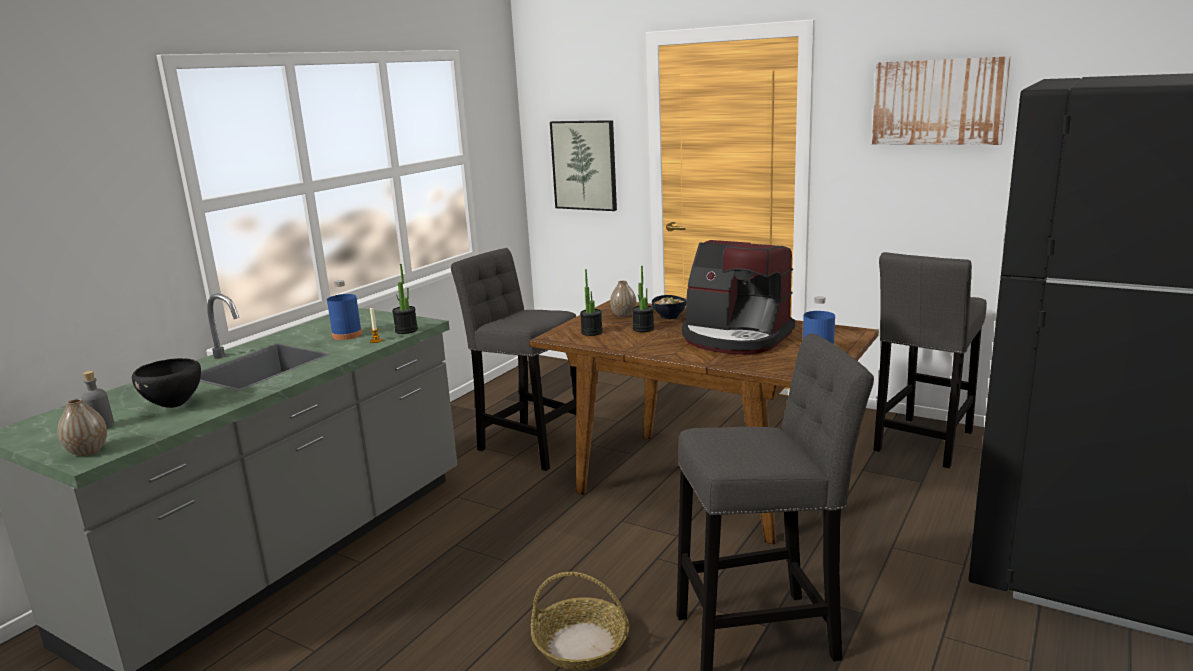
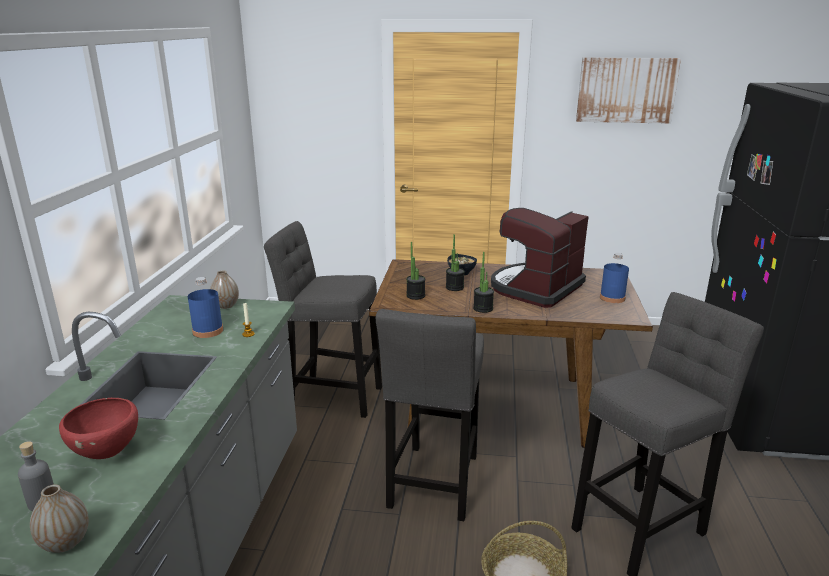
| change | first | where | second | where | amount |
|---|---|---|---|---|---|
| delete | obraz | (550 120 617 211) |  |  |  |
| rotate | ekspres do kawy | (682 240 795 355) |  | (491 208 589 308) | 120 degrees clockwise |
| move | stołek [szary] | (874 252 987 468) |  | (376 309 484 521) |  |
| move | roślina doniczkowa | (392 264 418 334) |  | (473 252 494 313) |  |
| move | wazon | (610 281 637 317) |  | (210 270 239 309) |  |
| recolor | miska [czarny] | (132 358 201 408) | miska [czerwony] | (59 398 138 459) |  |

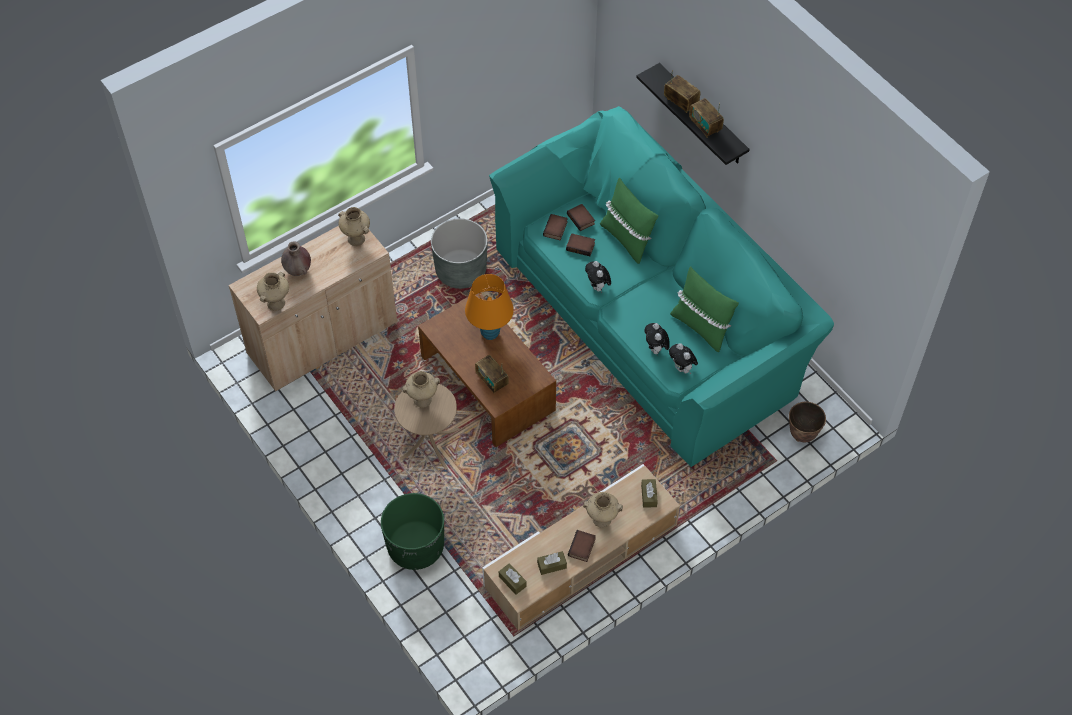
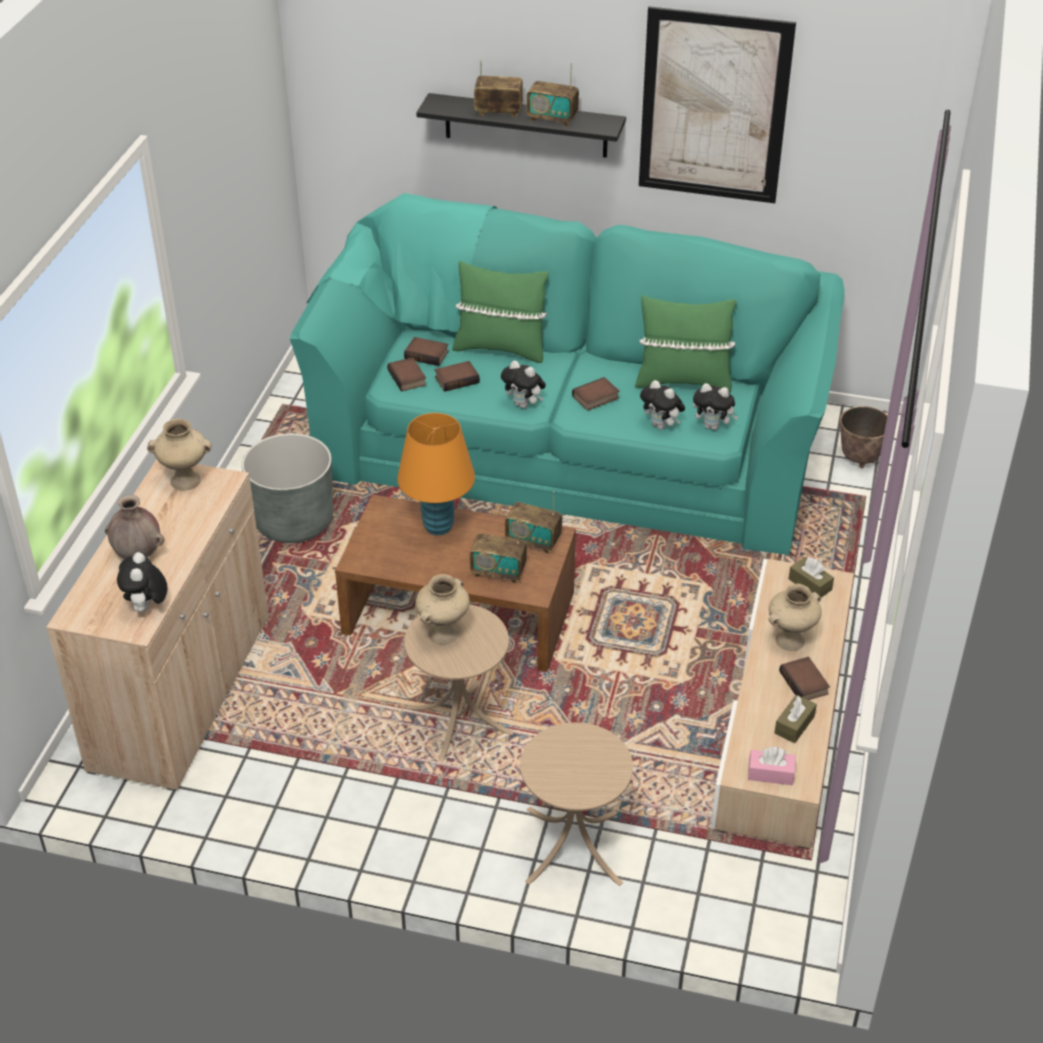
| change | first | where | second | where | amount |
|---|---|---|---|---|---|
| replace | wazon [beżowy] | (257 272 289 311) | pluszak | (117 552 167 614) |  |
| replace | donica [zielony] | (381 493 444 570) | stolik [beżowy] | (520 722 633 886) |  |
| recolor | pudełko chusteczek [brązowy] | (499 563 527 595) | pudełko chusteczek [różowy] | (748 747 796 785) |  |
| insert |  |  | obraz | (639 6 796 203) |  |
| insert |  |  | książka | (572 377 619 411) |  |
| insert |  |  | radio | (505 491 562 554) |  |

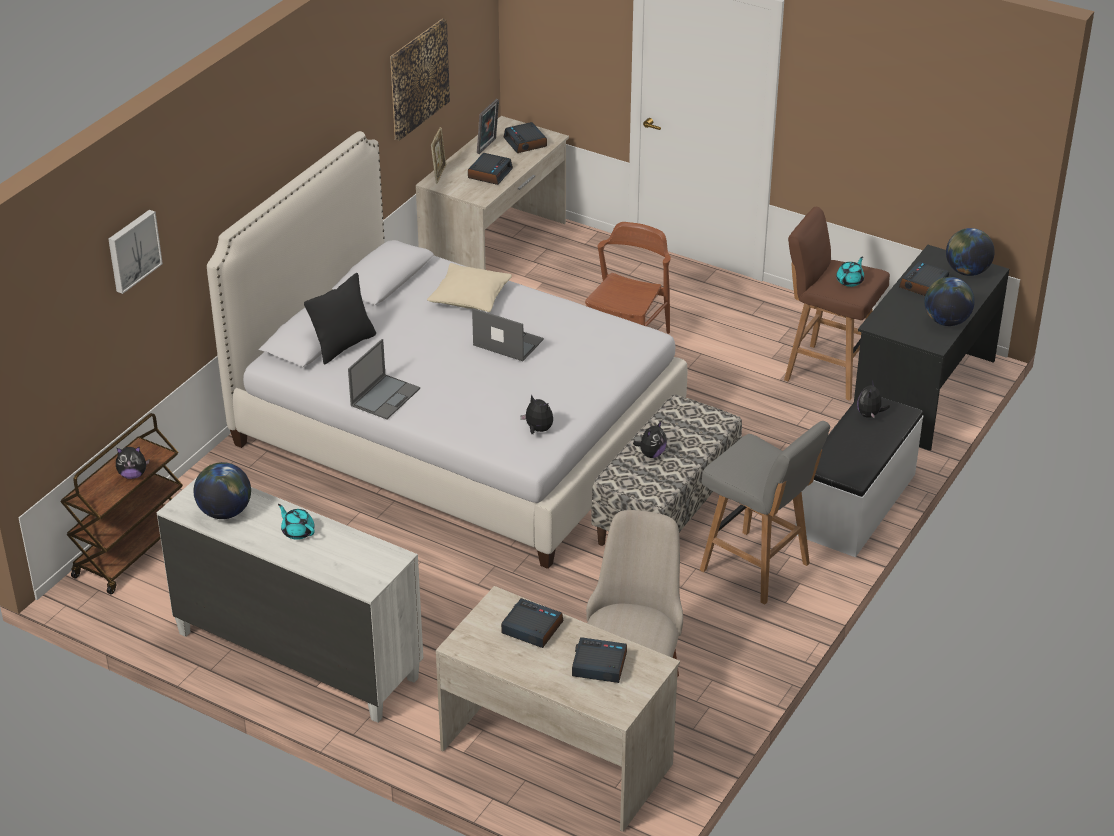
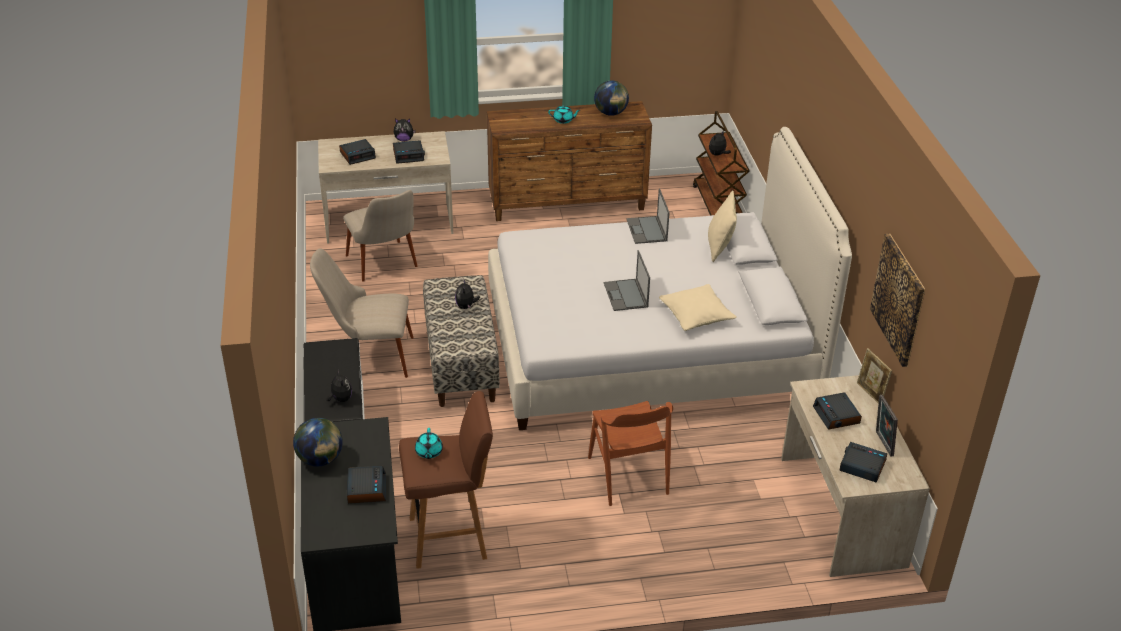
| change | first | where | second | where | amount |
|---|---|---|---|---|---|
| delete | obraz | (108 210 163 294) |  |  |  |
| delete | globus | (946 228 995 276) |  |  |  |
| recolor | poduszka [czarny] | (304 273 376 364) | poduszka [beżowy] | (708 190 737 262) |  |
| rotate | laptop | (472 308 544 361) |  | (604 250 650 311) | 90 degrees clockwise |
| move | pluszak | (520 394 553 434) |  | (394 119 416 142) |  |
| replace | stołek [szary] | (700 421 830 605) | krzesło [beżowy] | (310 248 414 378) |  |
| recolor | komoda [biały] | (157 479 423 723) | komoda [brązowy] | (487 101 652 221) |  |

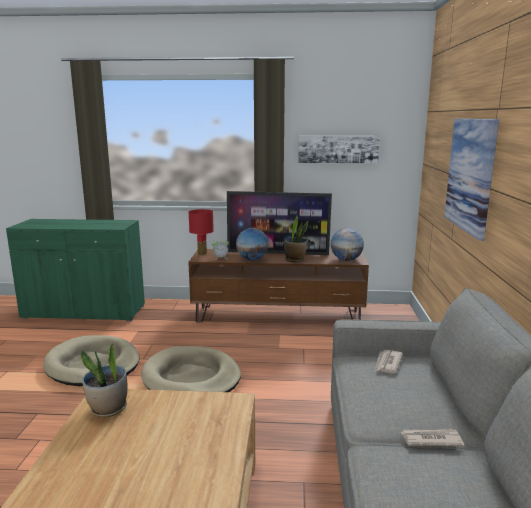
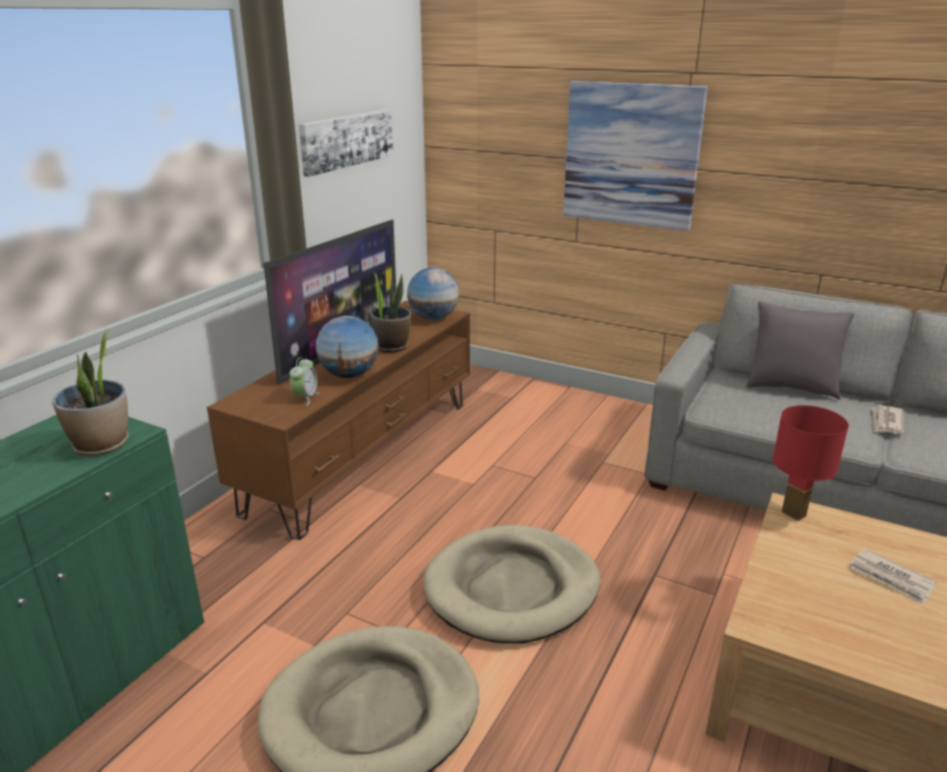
| change | first | where | second | where | amount |
|---|---|---|---|---|---|
| move | lampa stołowa [czerwony] | (189 209 214 256) |  | (773 405 849 521) |  |
| move | roślina doniczkowa | (81 343 128 417) |  | (52 329 129 456) |  |
| move | gazeta | (375 350 403 373) |  | (850 549 936 605) |  |
| insert |  |  | poduszka [szary] | (746 301 855 400) |  |

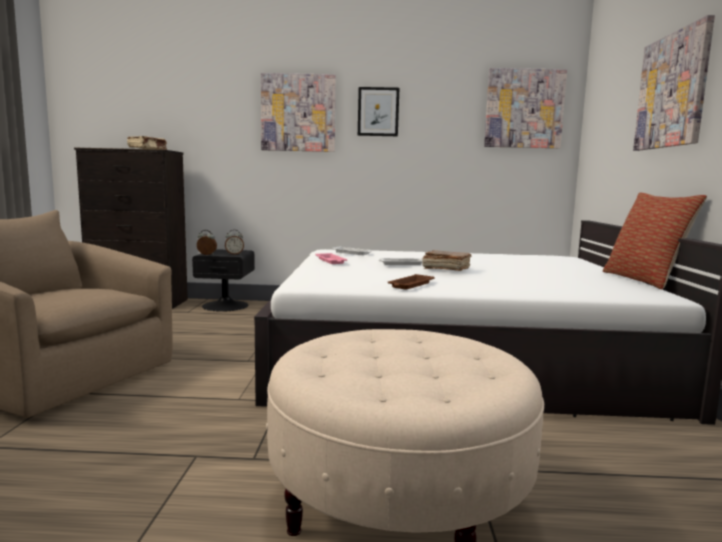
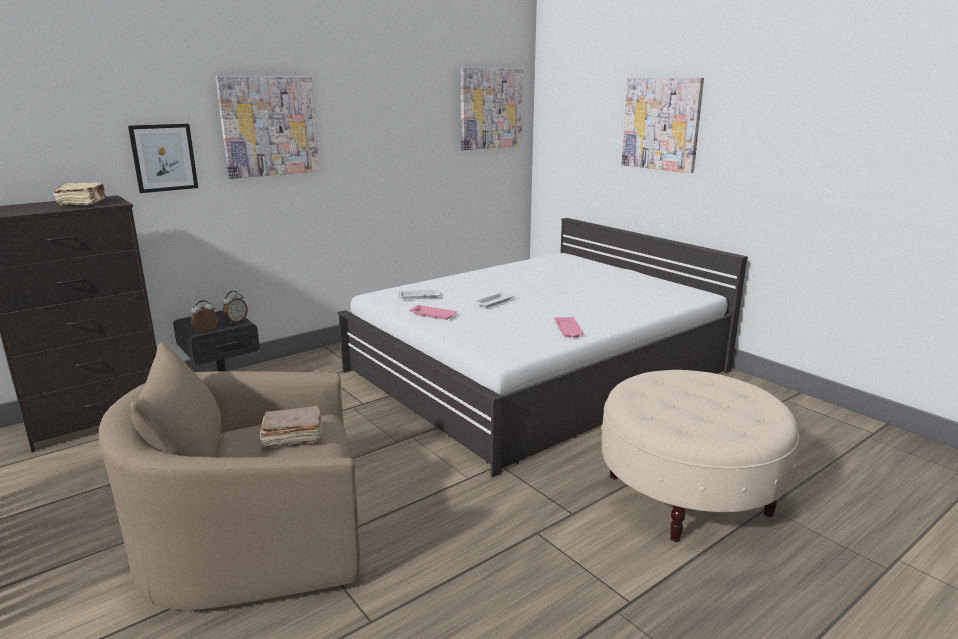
| change | first | where | second | where | amount |
|---|---|---|---|---|---|
| move | obraz | (358 87 399 136) |  | (128 124 198 193) |  |
| delete | poduszka | (603 192 707 290) |  |  |  |
| move | książka [brązowy] | (422 250 471 271) |  | (260 406 322 449) |  |
| recolor | taca [brązowy] | (388 274 434 290) | taca [różowy] | (554 317 583 337) |  |

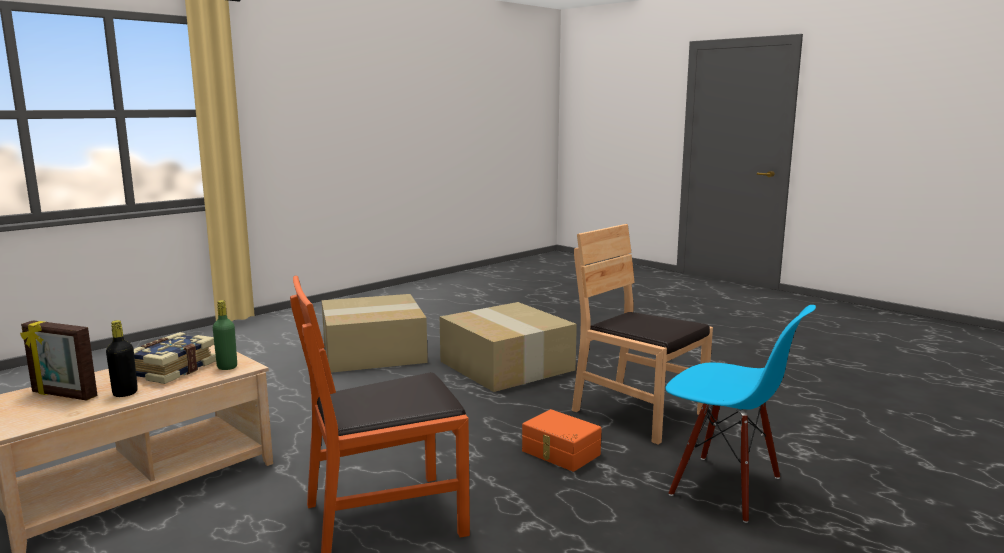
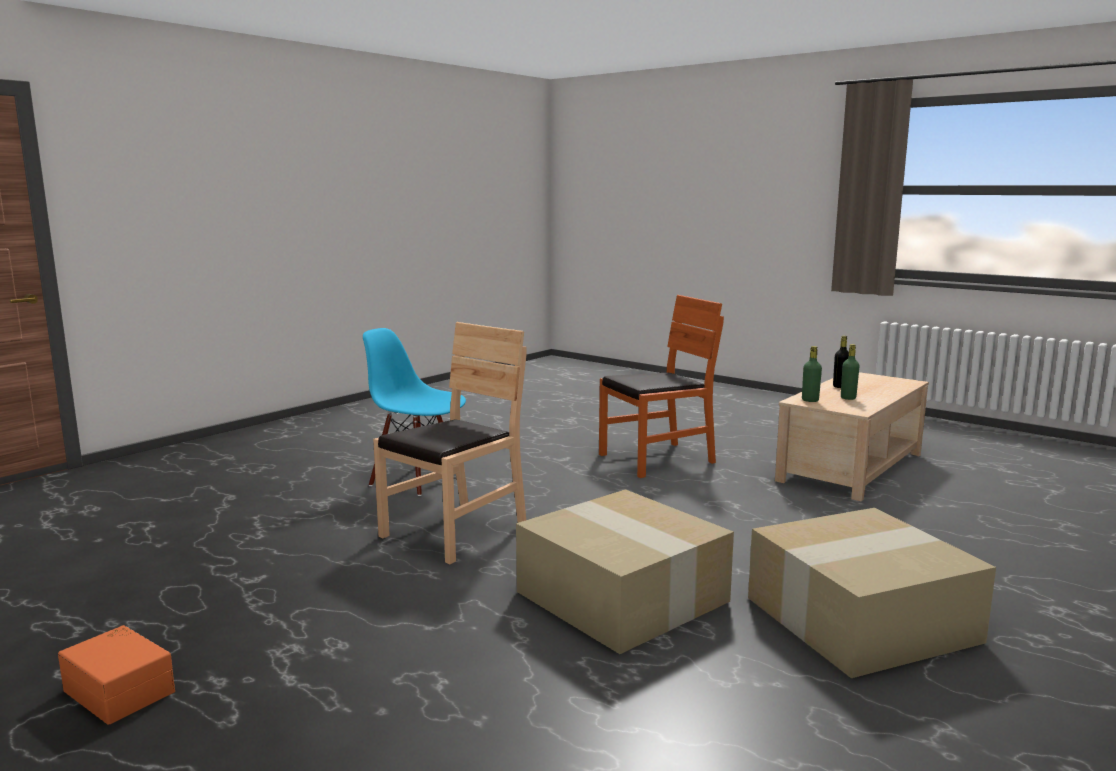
| change | first | where | second | where | amount |
|---|---|---|---|---|---|
| rotate | krzesło [brązowy] | (572 224 713 445) |  | (373 322 527 564) | 90 degrees counterclockwise |
| delete | ramka na zdjęcie | (20 320 98 401) |  |  |  |
| replace | książka | (134 332 216 384) | butelka [zielony] | (841 344 859 400) |  |
| move | pojemnik do przechowywania [pomarańczowy] | (522 409 602 472) |  | (58 625 175 725) |  |

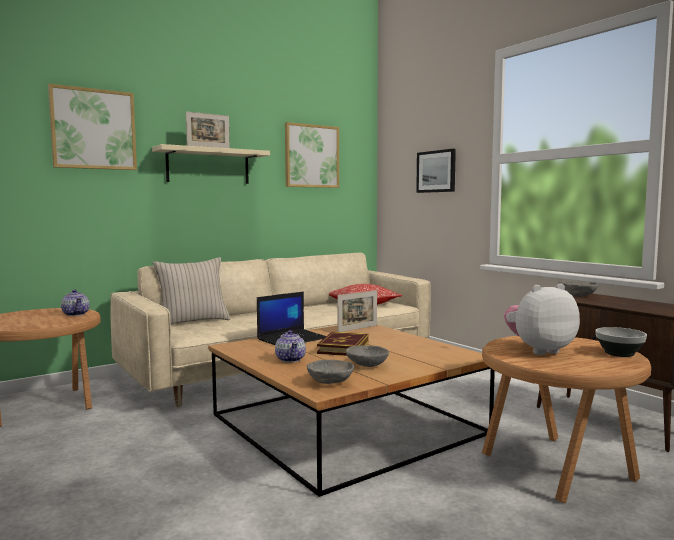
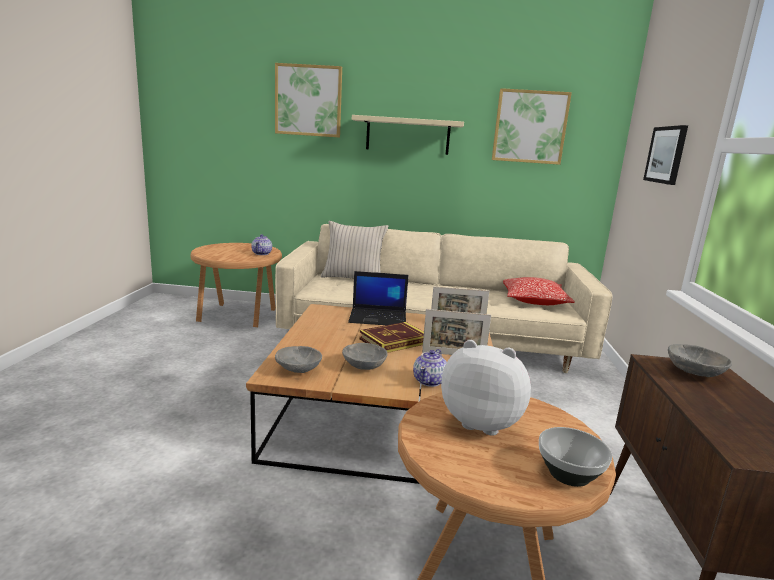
| change | first | where | second | where | amount |
|---|---|---|---|---|---|
| move | ramka na zdjęcie | (186 112 230 148) |  | (422 309 491 355) |  |
| move | imbryk | (275 330 306 362) |  | (413 349 447 387) |  |

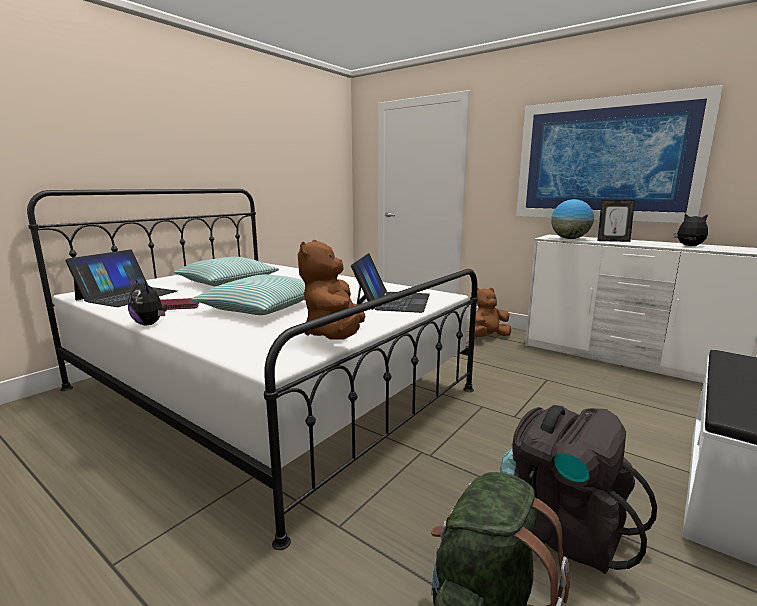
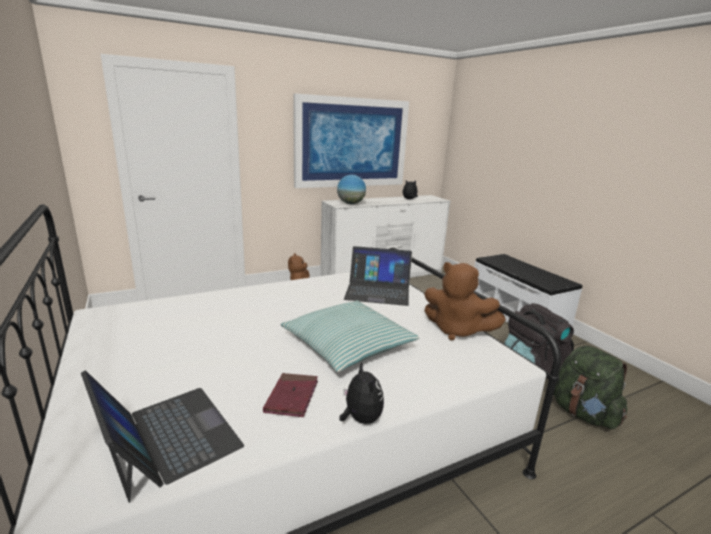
| change | first | where | second | where | amount |
|---|---|---|---|---|---|
| delete | ramka na zdjęcie | (598 200 635 242) |  |  |  |
| rotate | laptop | (351 253 430 313) |  | (344 246 412 306) | 150 degrees clockwise |
| delete | poduszka | (174 257 279 286) |  |  |  |
| rotate | pluszak | (128 279 167 325) |  | (339 363 384 424) | 90 degrees counterclockwise |

